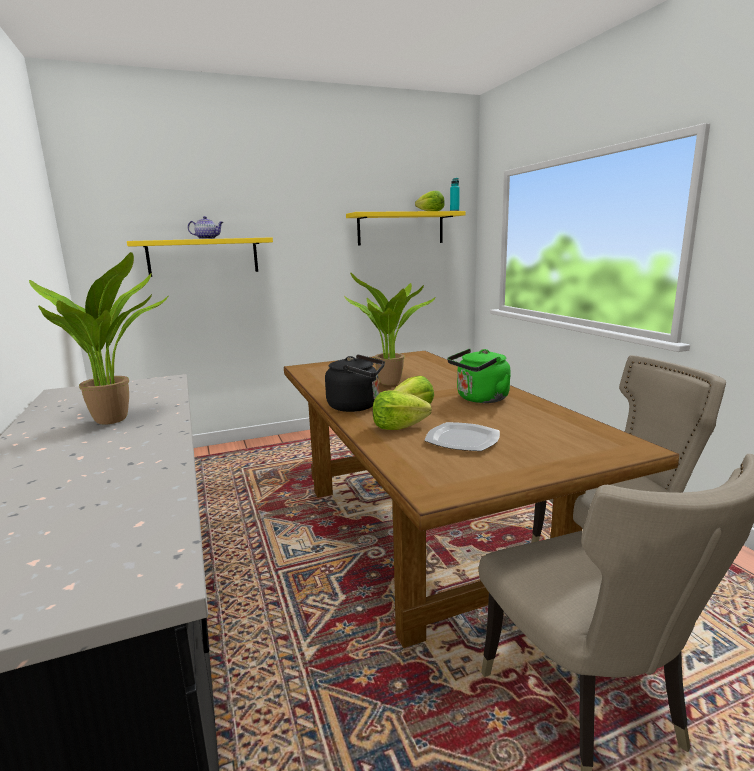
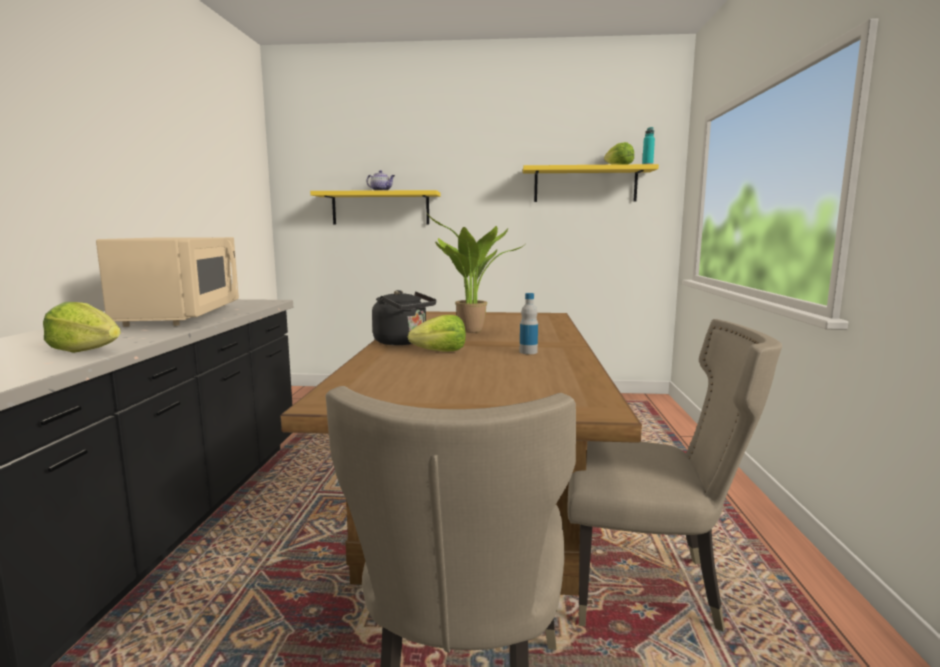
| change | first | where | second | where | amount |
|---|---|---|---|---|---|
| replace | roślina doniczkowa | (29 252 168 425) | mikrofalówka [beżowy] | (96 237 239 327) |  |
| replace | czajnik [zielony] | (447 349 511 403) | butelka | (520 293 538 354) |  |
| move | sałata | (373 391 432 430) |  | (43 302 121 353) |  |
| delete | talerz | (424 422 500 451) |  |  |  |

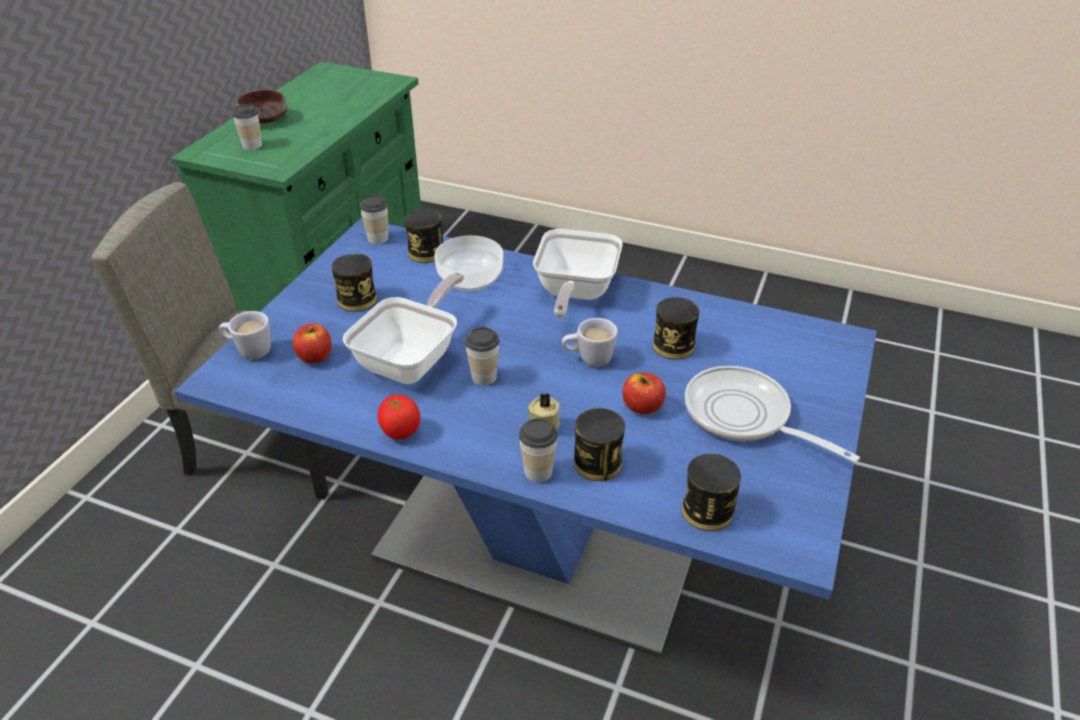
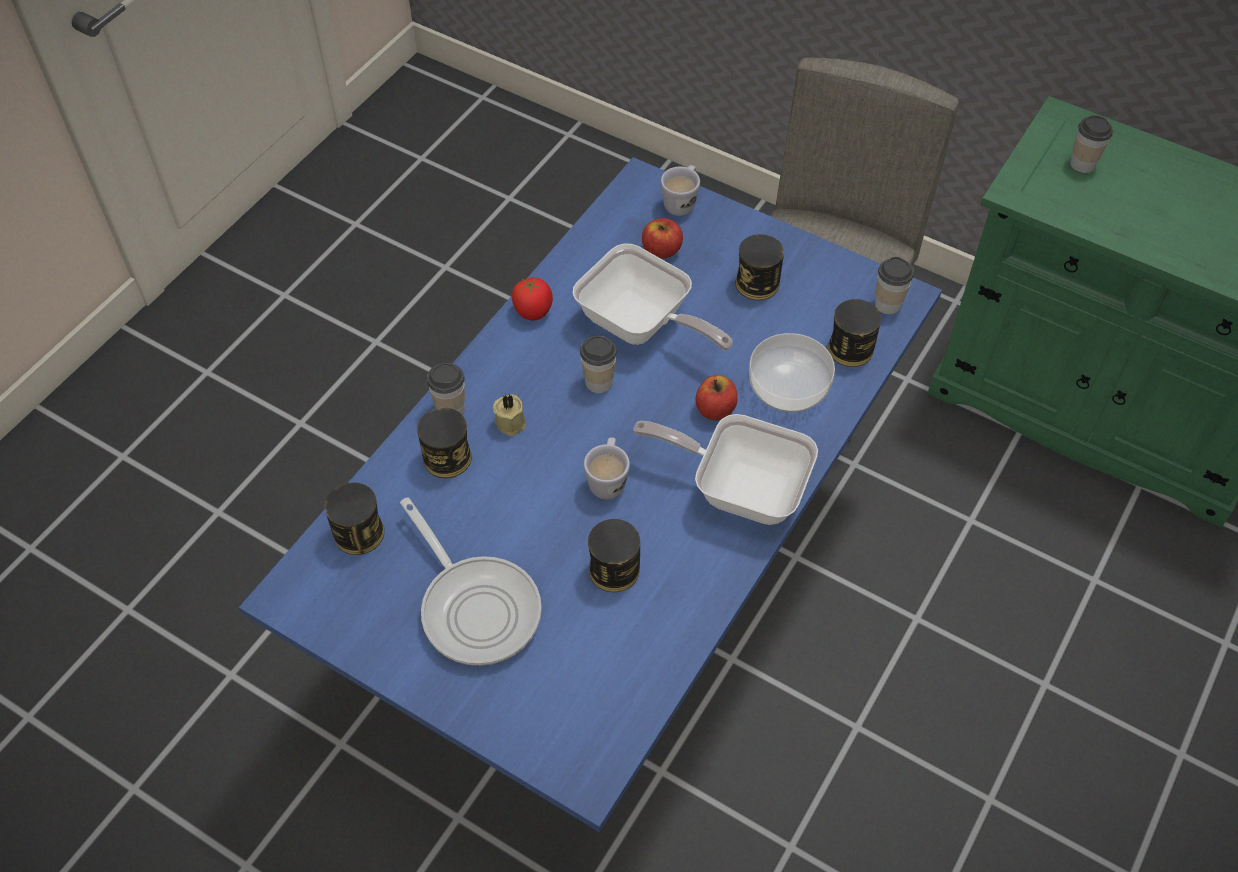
| change | first | where | second | where | amount |
|---|---|---|---|---|---|
| delete | miska [brązowy] | (237 90 287 124) |  |  |  |
| rotate | patelnia | (685 366 860 463) |  | (400 497 542 666) | 90 degrees clockwise |
| move | jabłko | (622 373 666 414) |  | (696 375 738 421) |  |

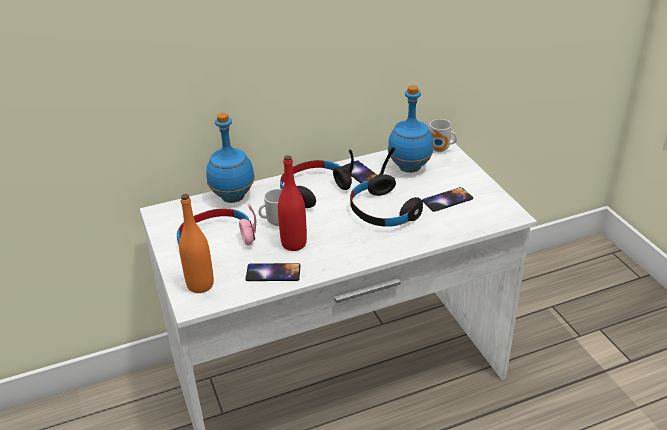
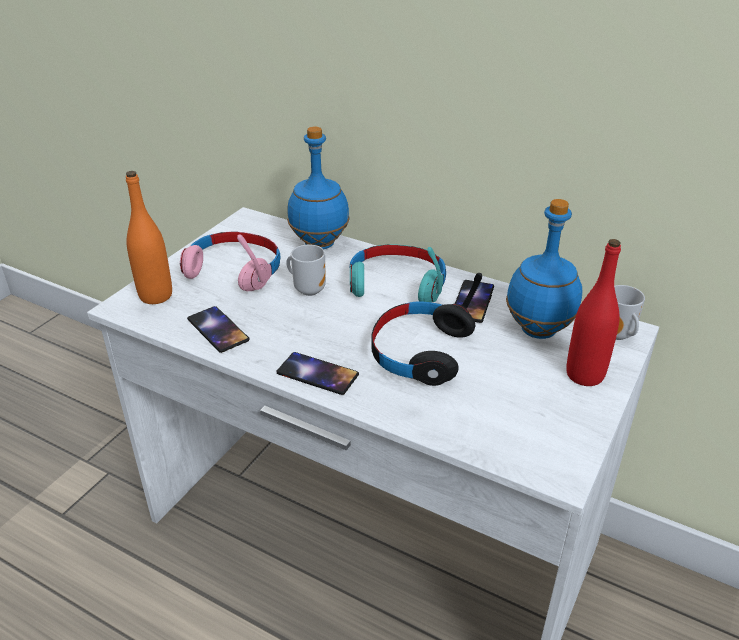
| change | first | where | second | where | amount |
|---|---|---|---|---|---|
| recolor | słuchawki [czarny] | (280 150 354 208) | słuchawki [turkusowy] | (350 244 446 302) |  |
| move | butelka [czerwony] | (278 155 307 251) |  | (566 239 621 386) |  |
| move | telefon | (422 187 473 212) |  | (276 352 359 395) |  |

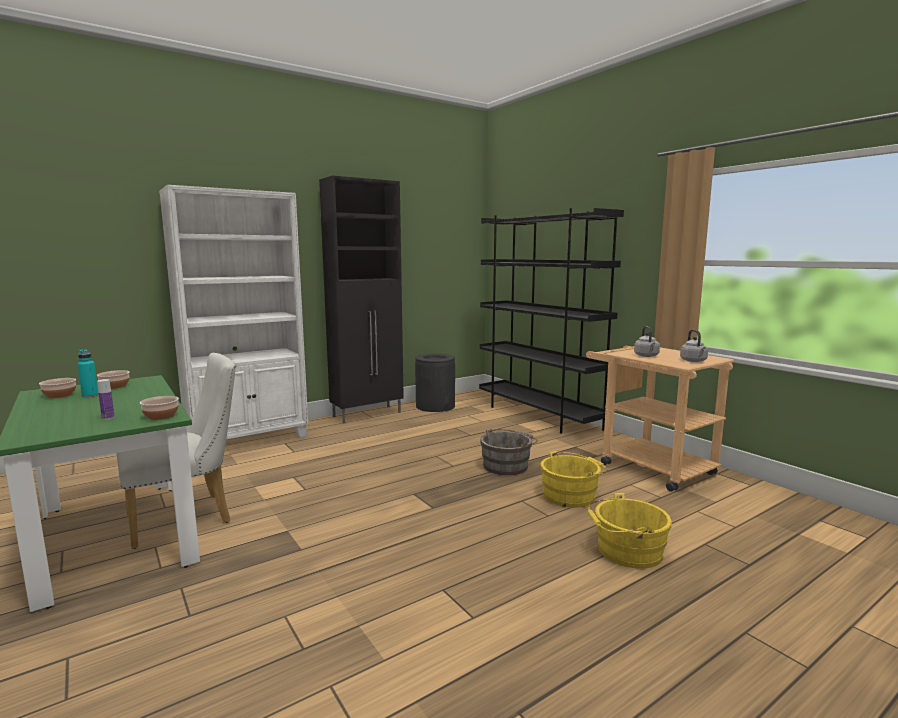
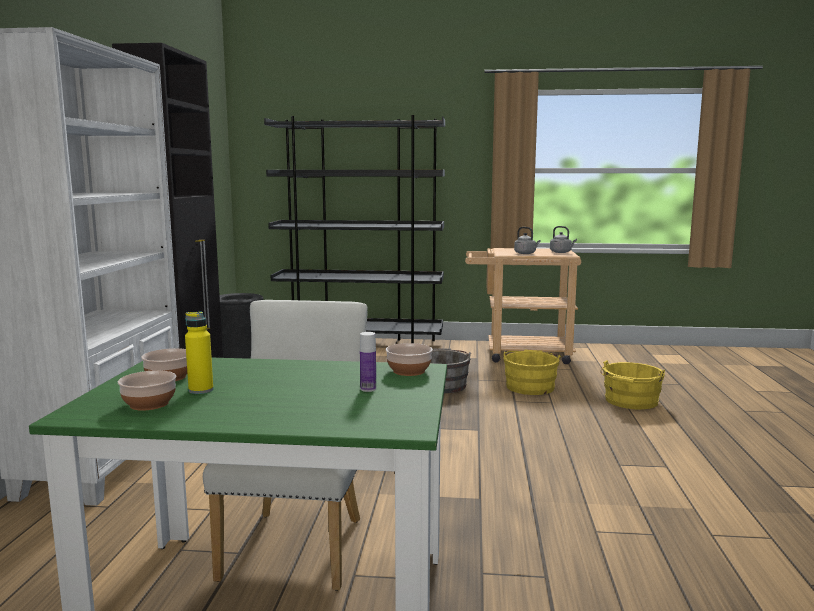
| change | first | where | second | where | amount |
|---|---|---|---|---|---|
| recolor | butelka [turkusowy] | (78 349 99 398) | butelka [żółty] | (185 311 213 394) |  |

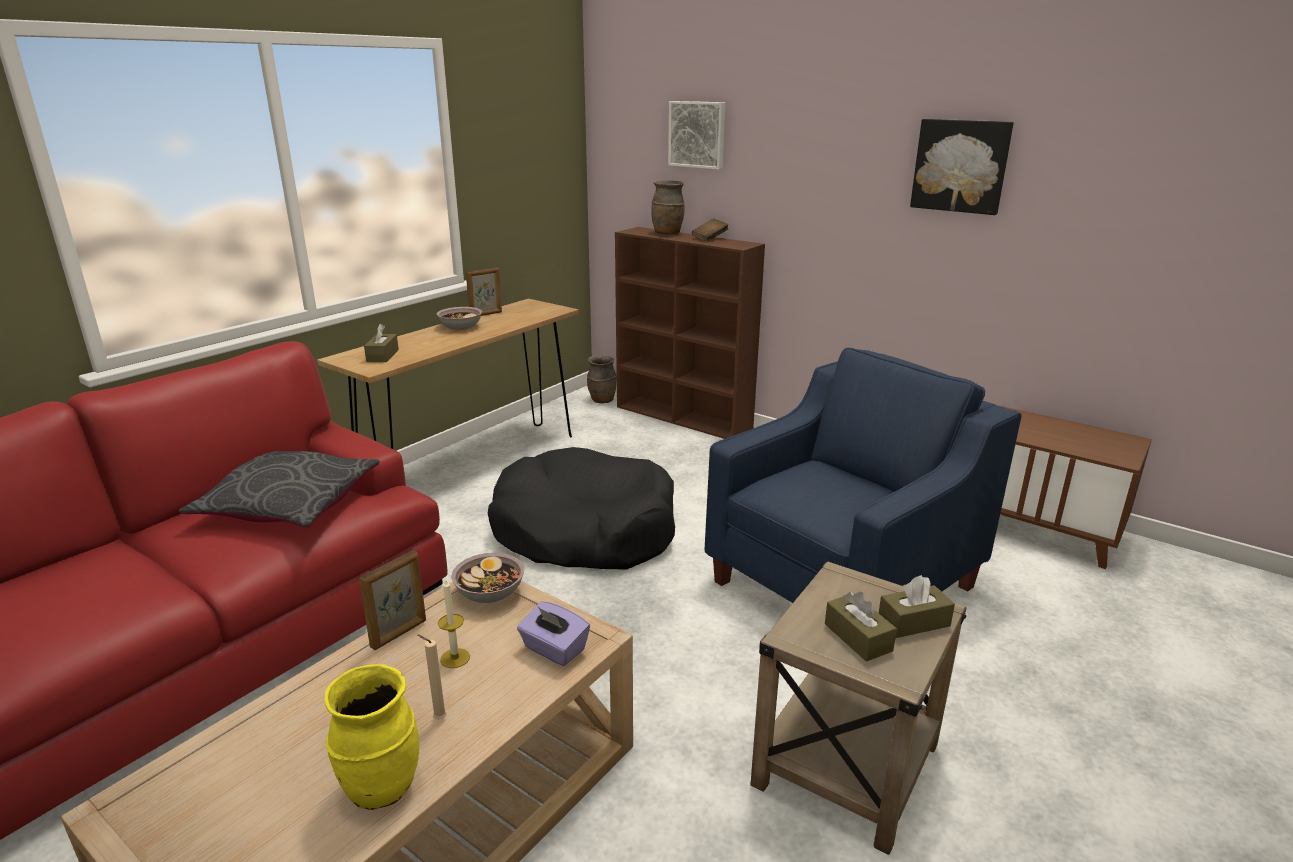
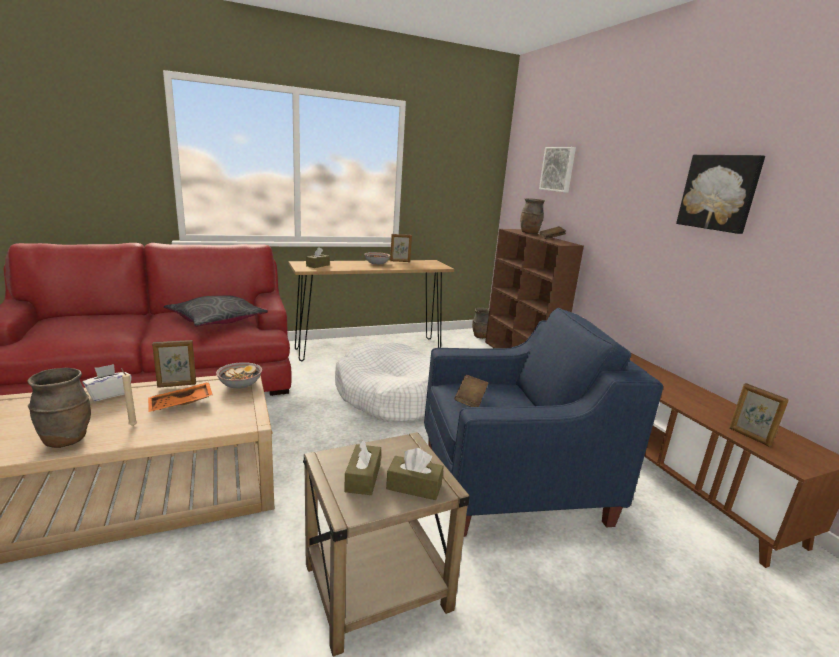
| change | first | where | second | where | amount |
|---|---|---|---|---|---|
| recolor | legowisko [czarny] | (488 447 675 570) | legowisko [biały] | (335 342 431 422) |  |
| replace | świeca | (438 580 470 668) | taca [pomarańczowy] | (148 382 213 412) |  |
| delete | pudełko chusteczek [fioletowy] | (517 601 590 666) |  |  |  |
| recolor | wazon [żółty] | (325 664 419 810) | wazon [brązowy] | (27 368 91 448) |  |
| insert |  |  | pudełko chusteczek [biały] | (83 364 132 401) |  |
| insert |  |  | książka [brązowy] | (454 375 488 407) |  |
| insert |  |  | ramka na zdjęcie | (729 383 789 447) |  |

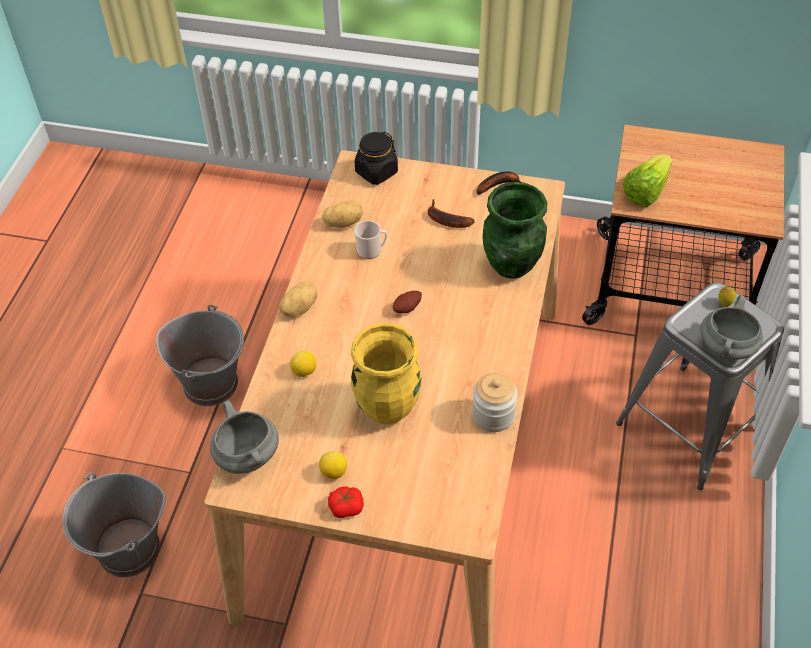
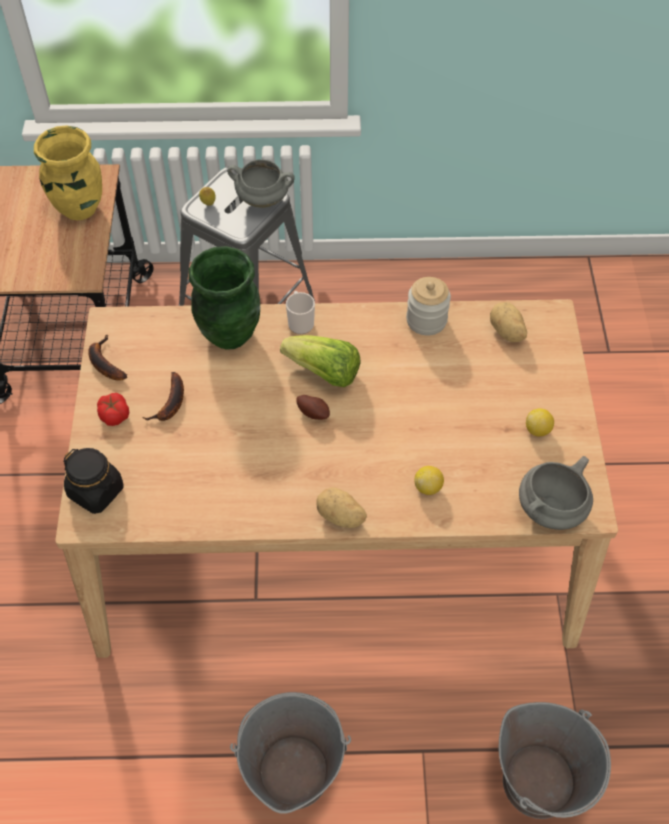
| change | first | where | second | where | amount |
|---|---|---|---|---|---|
| move | sałata | (623 154 673 207) |  | (280 335 360 387) |  |
| move | ziemniak | (322 201 363 228) |  | (490 302 527 342) |  |
| move | kubek | (354 220 387 259) |  | (286 291 315 334) |  |
| move | wazon [żółty] | (351 323 421 425) |  | (34 125 102 221) |  |
| move | pomidor | (328 487 364 518) |  | (97 393 129 426) |  |

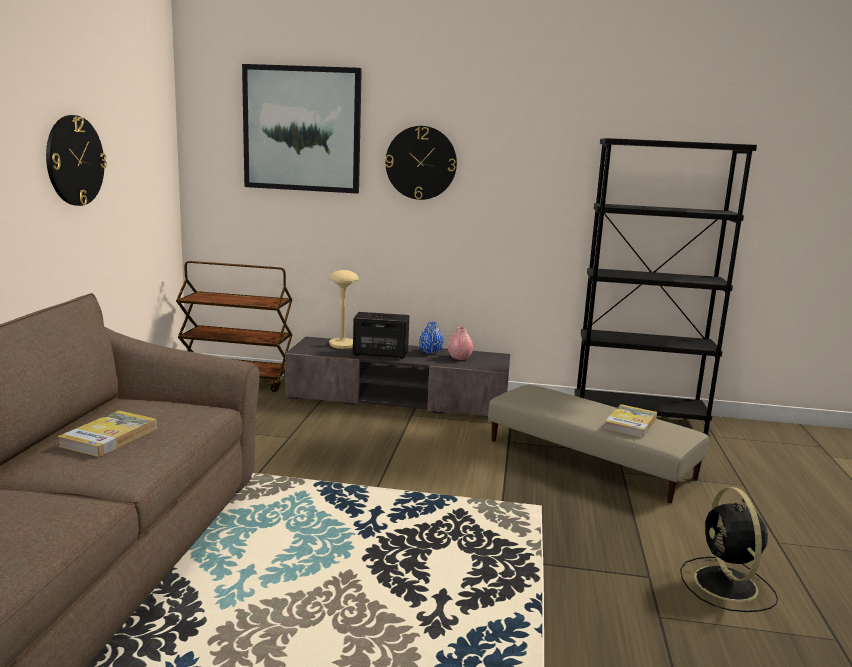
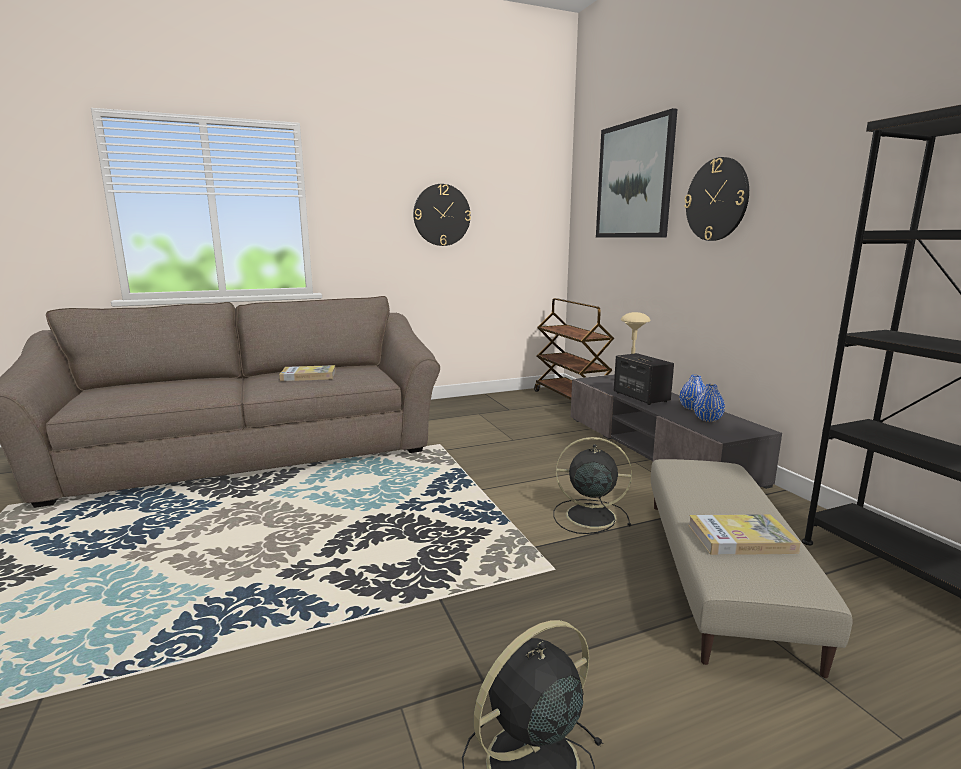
| change | first | where | second | where | amount |
|---|---|---|---|---|---|
| recolor | wazon [różowy] | (448 327 473 360) | wazon [niebieski] | (694 384 725 422) |  |
| insert |  |  | wentylator [czarny] | (553 437 632 534) |  |

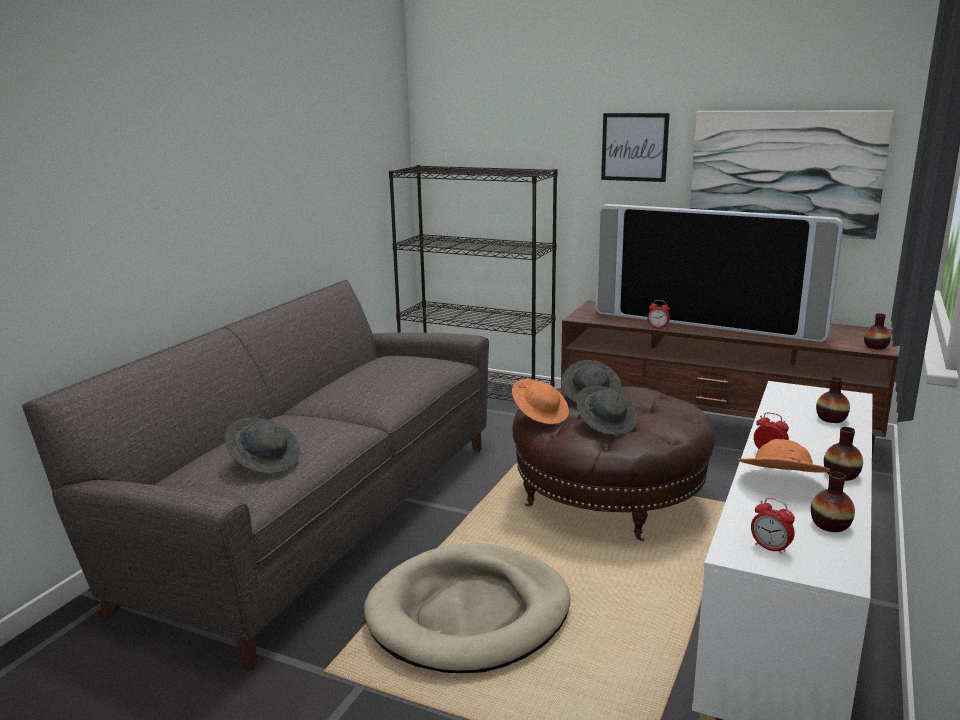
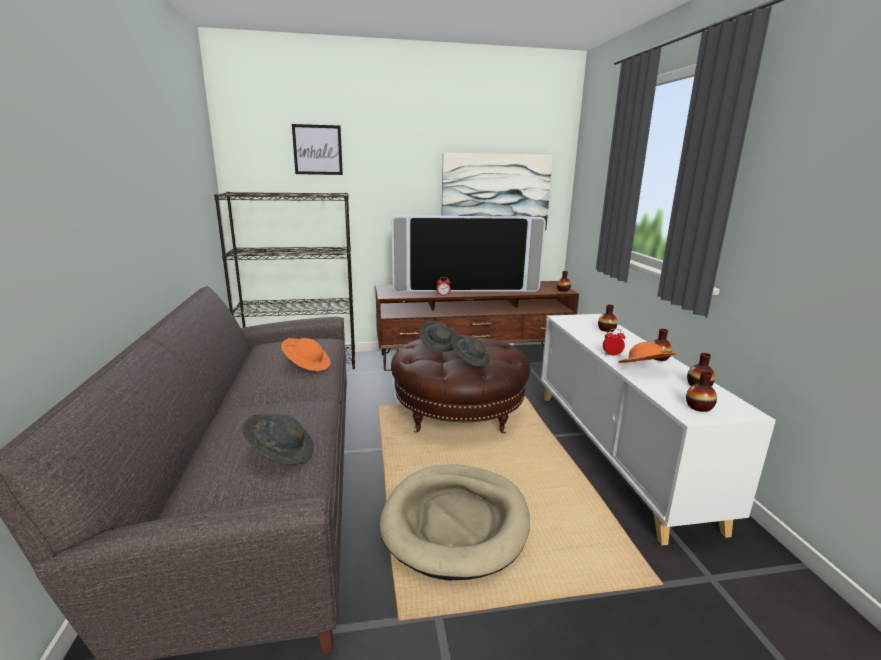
| change | first | where | second | where | amount |
|---|---|---|---|---|---|
| move | obraz | (601 113 669 182) |  | (292 124 343 175) |  |
| move | kapelusz [pomarańczowy] | (512 379 569 424) |  | (281 338 330 371) |  |
| replace | budzik | (751 497 795 555) | wazon | (686 371 717 412) |  |

